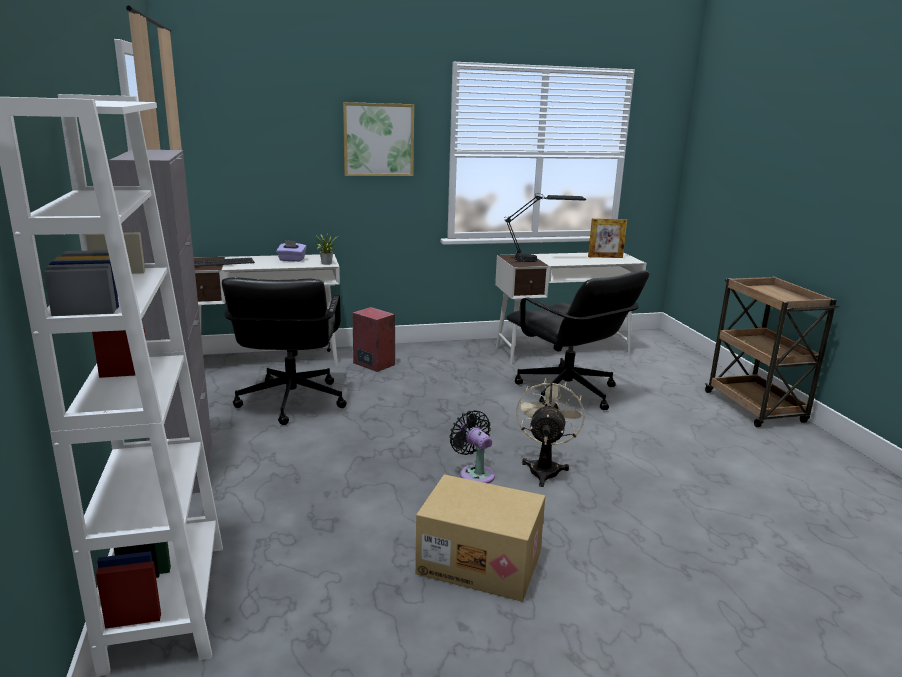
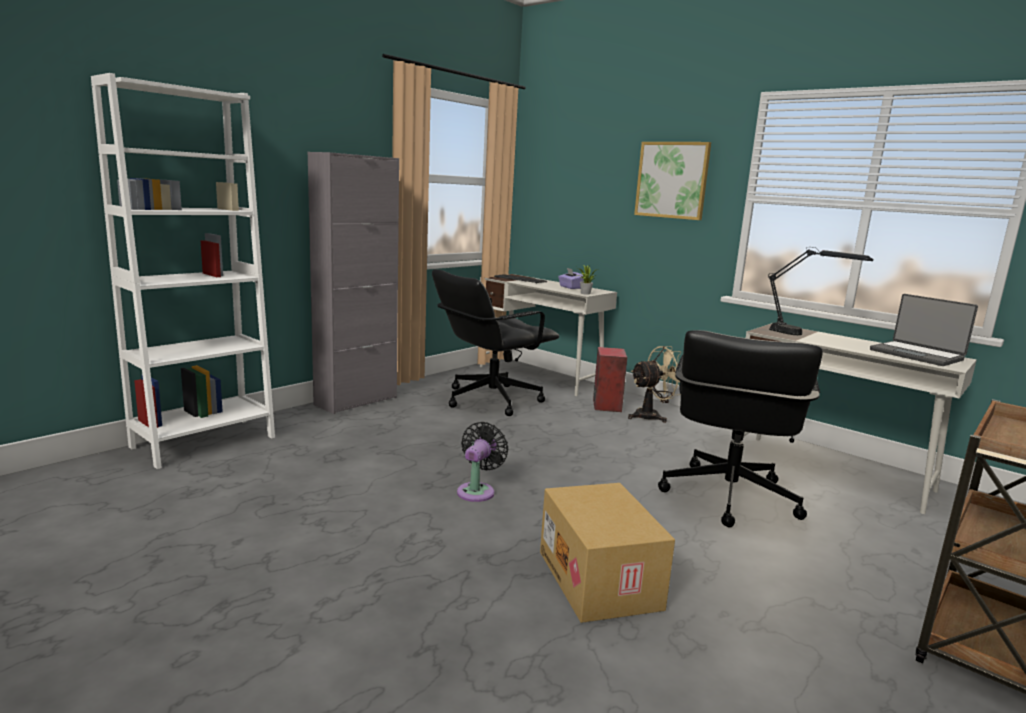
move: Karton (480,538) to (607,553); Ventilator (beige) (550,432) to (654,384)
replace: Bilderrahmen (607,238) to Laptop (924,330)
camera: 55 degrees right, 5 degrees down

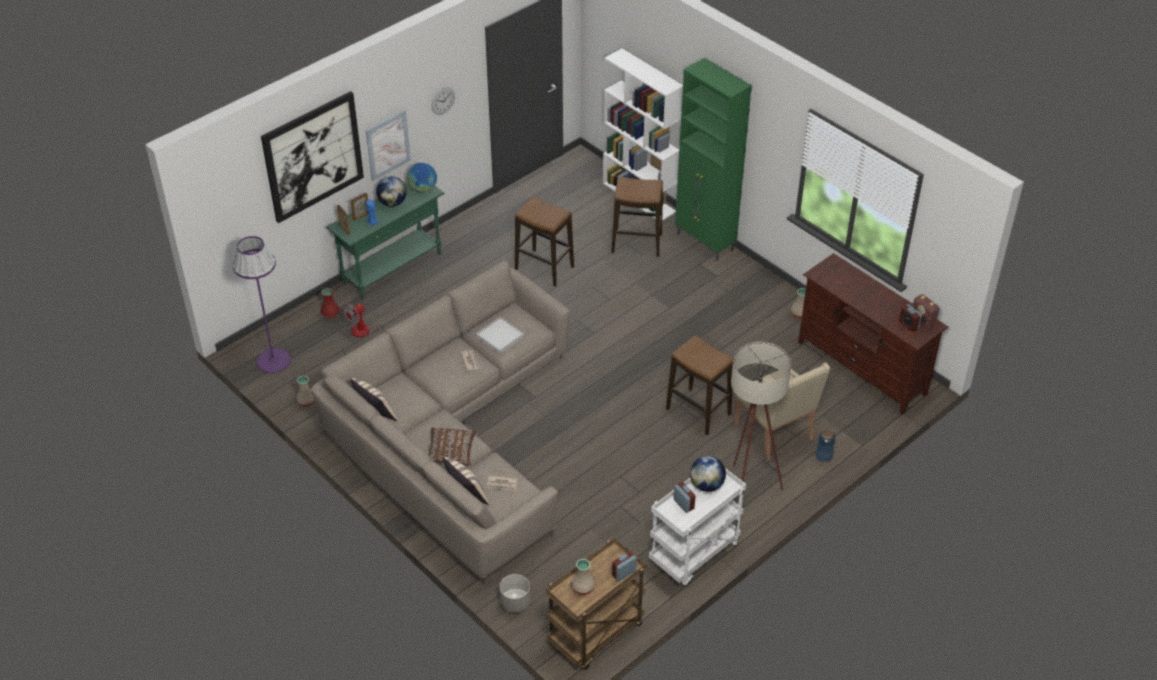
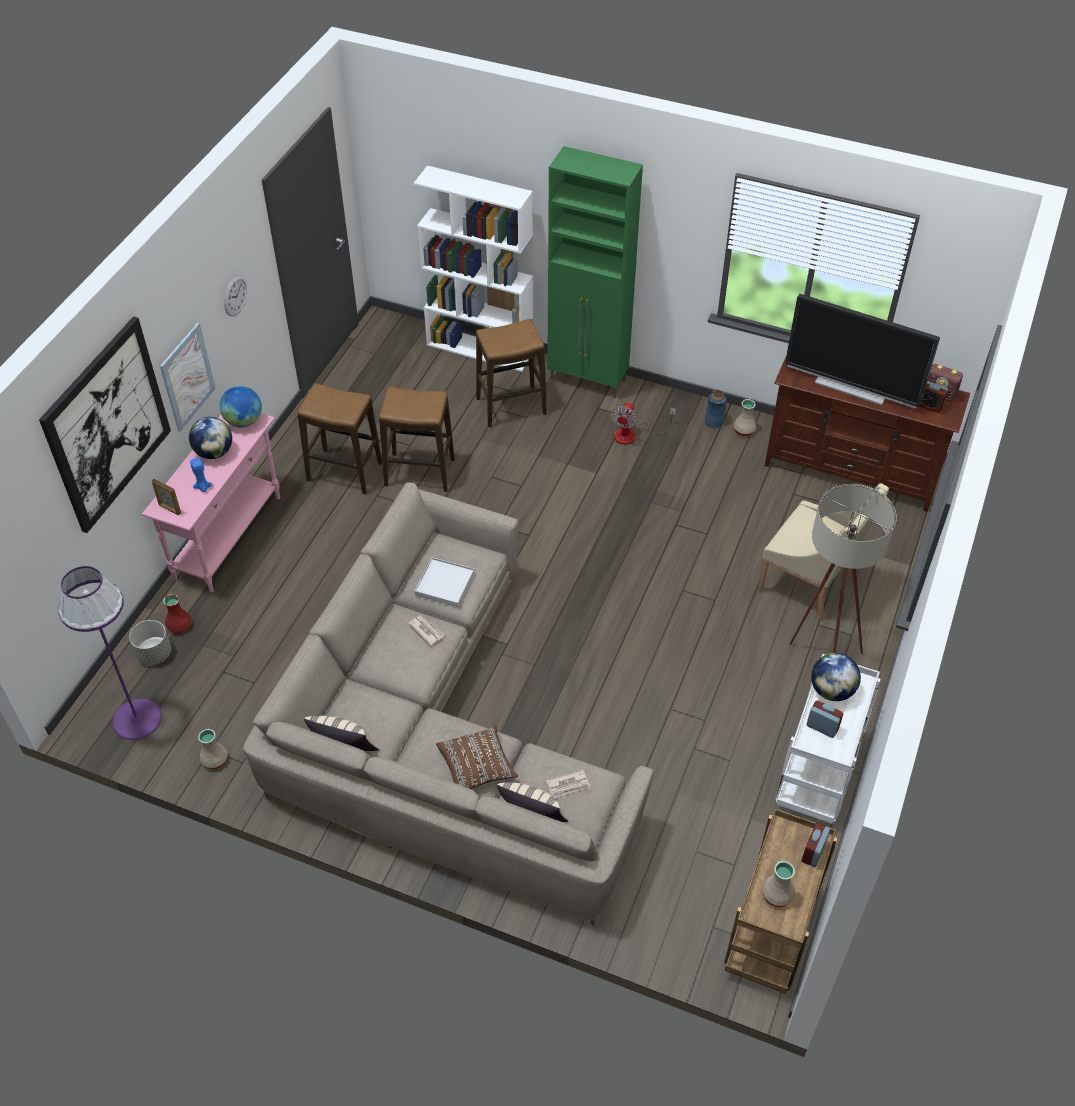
delete: Bilderrahmen (360,207)
insert: Fernseher (862,351)
move: Ventilator (372,320) to (643,423); Pflanzkübel (grau) (515,593) to (150,642); Hocker (699,385) to (339,439); Vase (blau) (825,445) to (715,409)
recolor: Konsolentisch (grün) (385,241) to Konsolentisch (rosa) (211,503)
camera: 25 degrees left, 5 degrees up

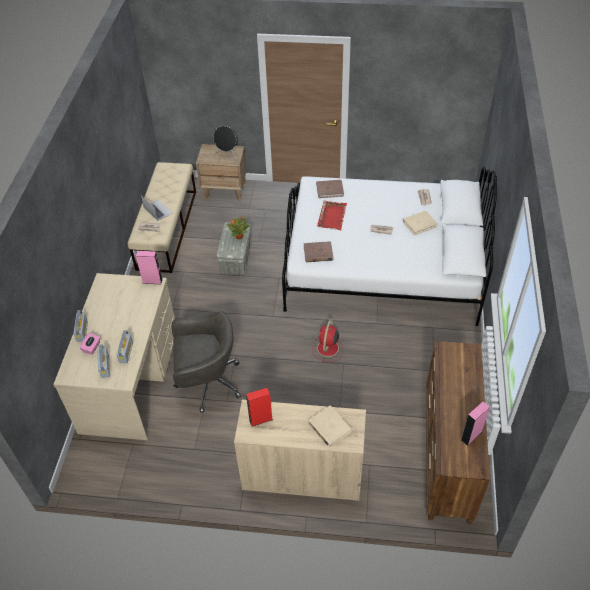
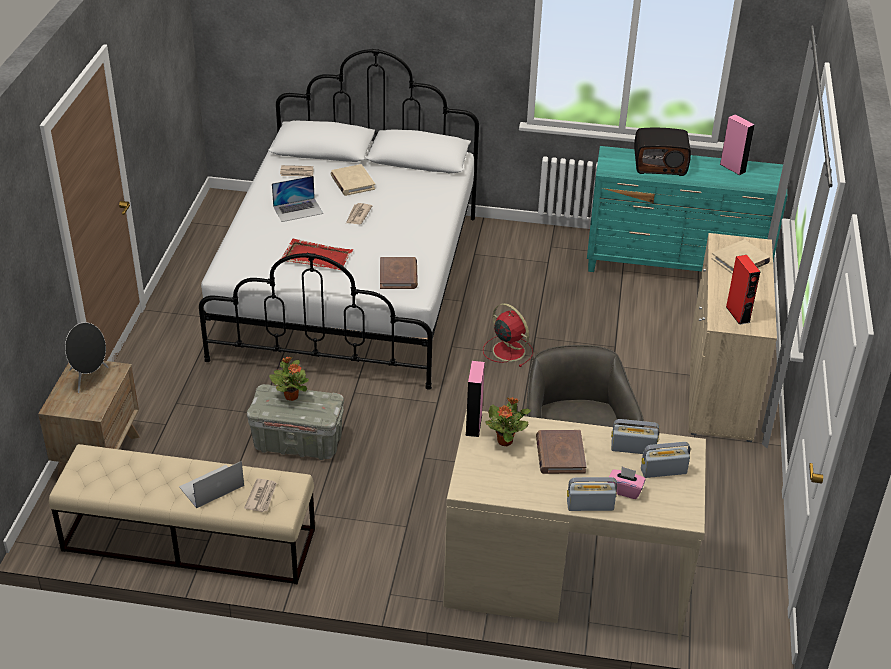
insert: Laptop (297,199); Topfpflanze (508,421); Radio (662,152)
move: Buch (braun) (330,189) to (561,452)
recolor: Kommode (braun) (458,432) to Kommode (türkis) (687,209)
rotate: Ventilator (rot) (327,340) = (508,335) 150 degrees counterclockwise
camera: 90 degrees left, 10 degrees down

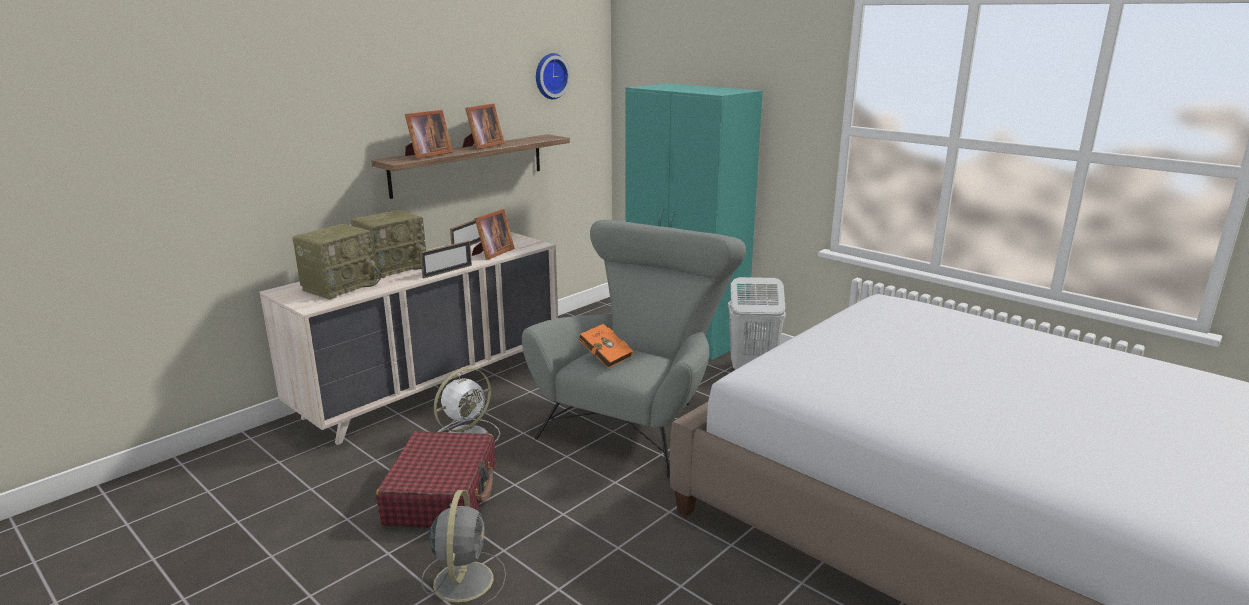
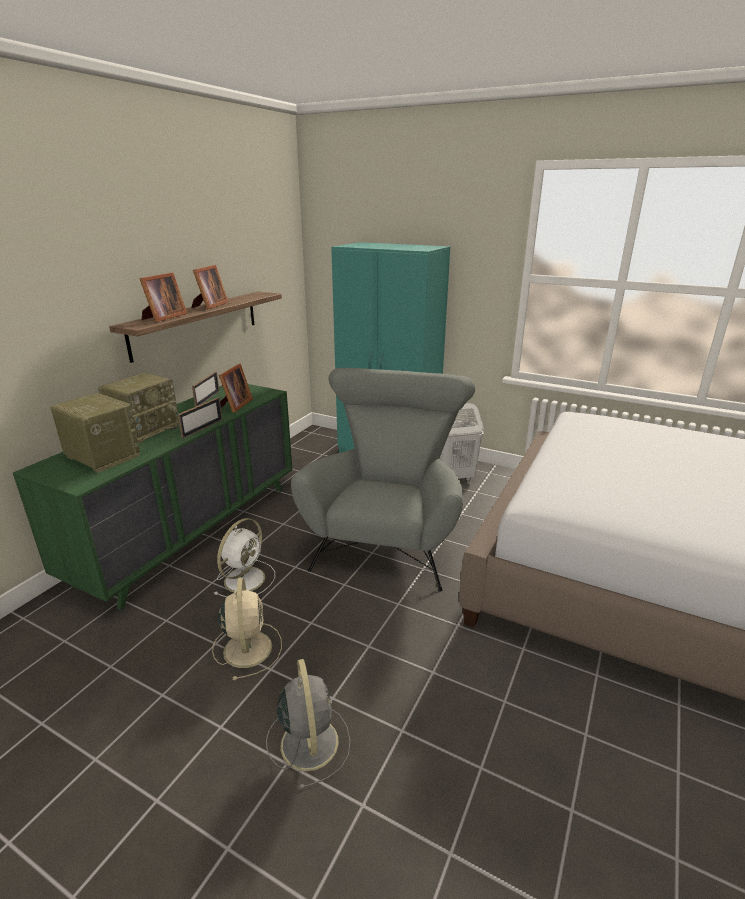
delete: Wanduhr (553,76); Buch (orange) (606,346)
replace: Koffer (rot) (435,479) to Ventilator (beige) (247,628)
recolor: Kommode (beige) (409,338) to Kommode (grün) (152,497)
rotate: Radio (337,262) = (95,433) 75 degrees counterclockwise
camera: 15 degrees left, 5 degrees up

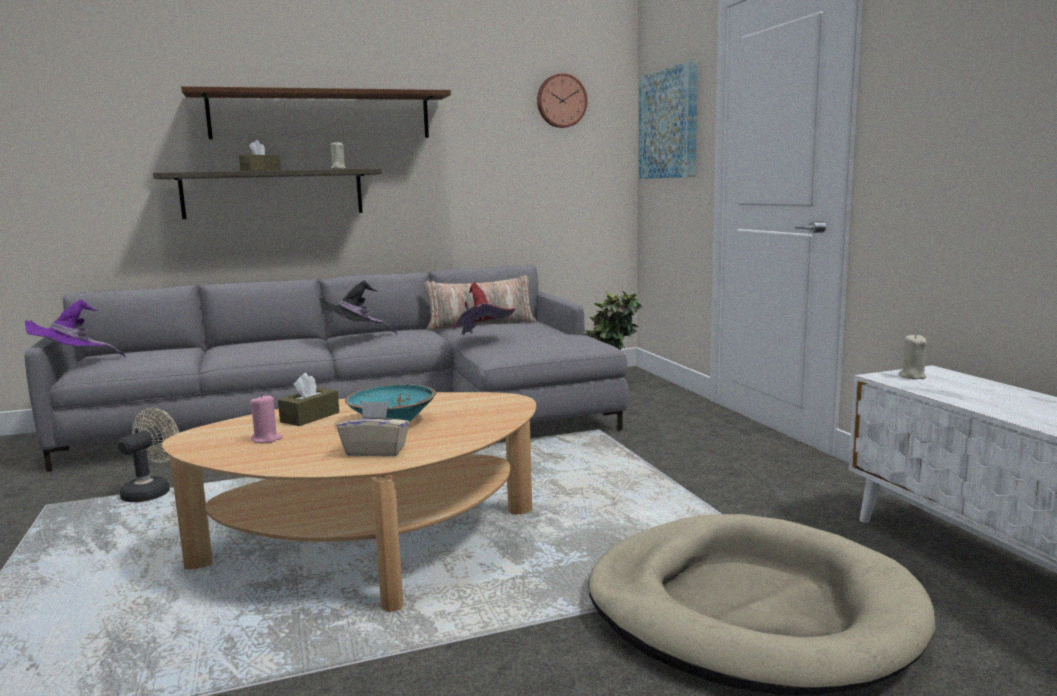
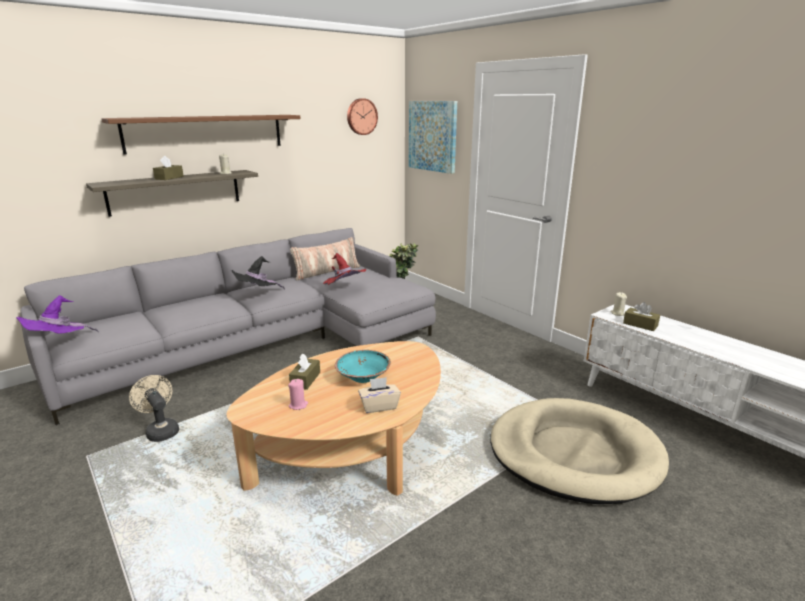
insert: Taschentuchbox (braun) (641,316)
rotate: Ventilator (beige) (148,455) = (154,408) 45 degrees counterclockwise
camera: 20 degrees left, 10 degrees up

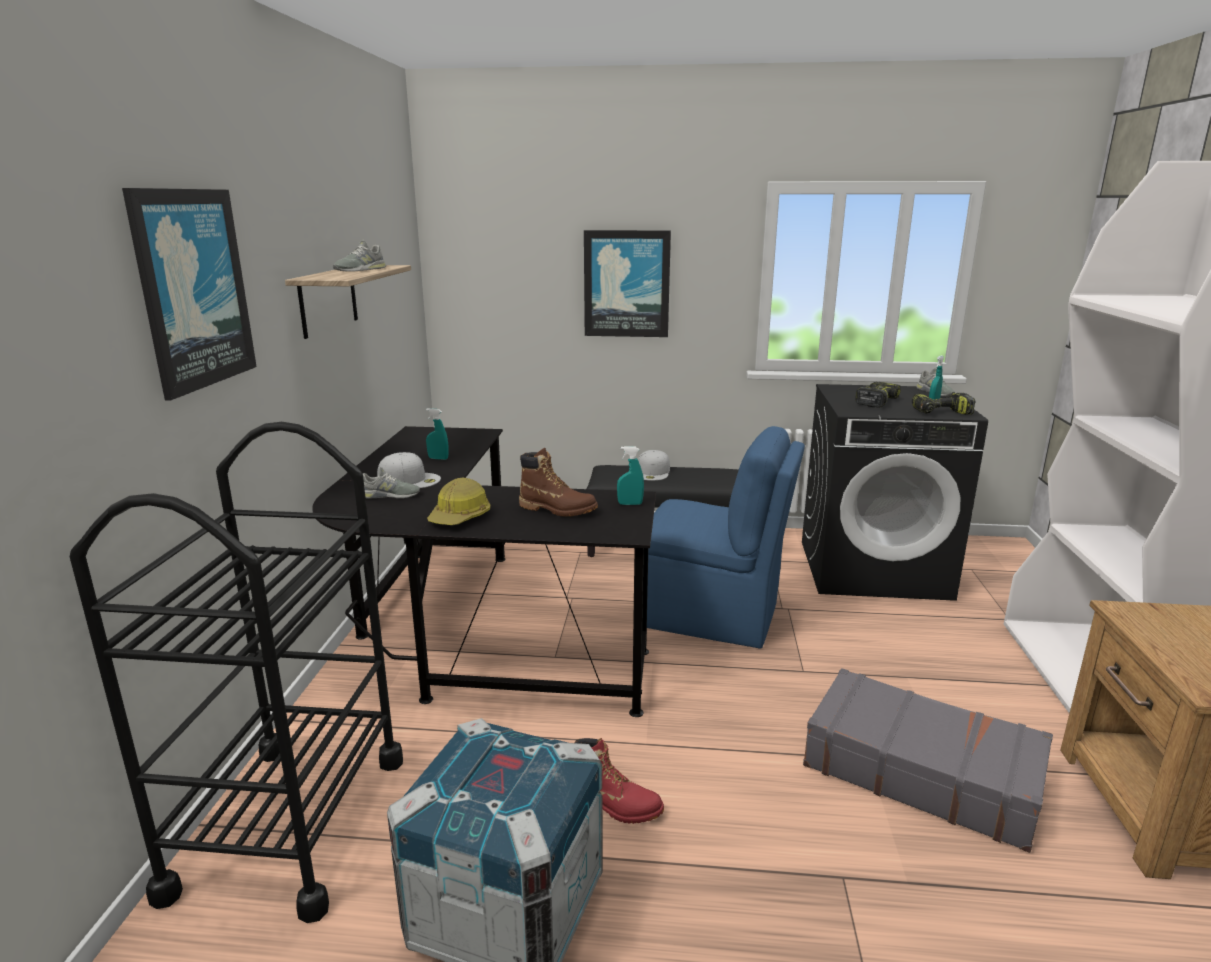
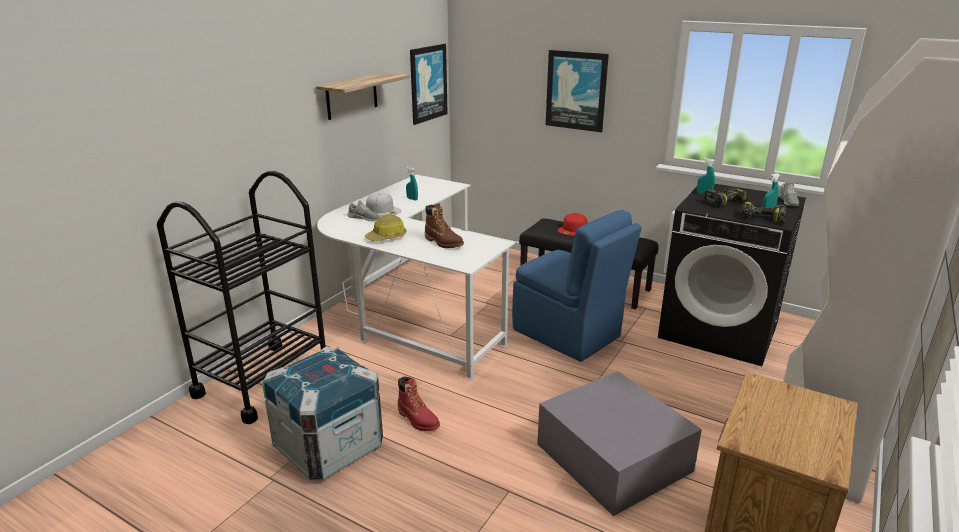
delete: Schuh (grau) (359,255)
move: Bild (189,294) to (429,84); Sprühflasche (türkis) (630,475) to (706,176)
replace: Koffer (grau) (928,760) to Aufbewahrungsbox (grau) (619,443)
recolor: Schreibtisch (schwarz) (484,571) to Schreibtisch (weiß) (416,277); Kappe (weiß) (654,465) to Kappe (rot) (572,224)
camera: 25 degrees right, 5 degrees up

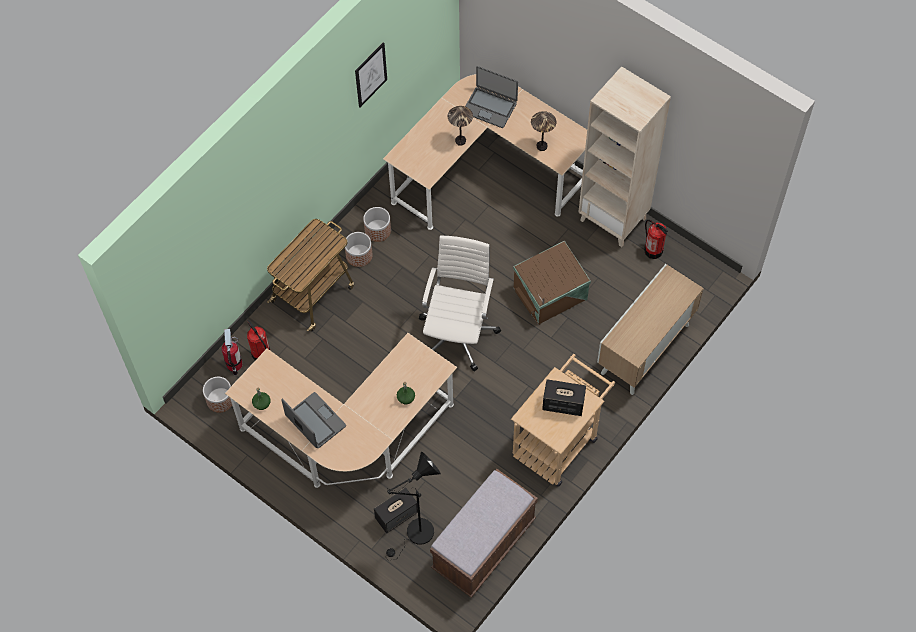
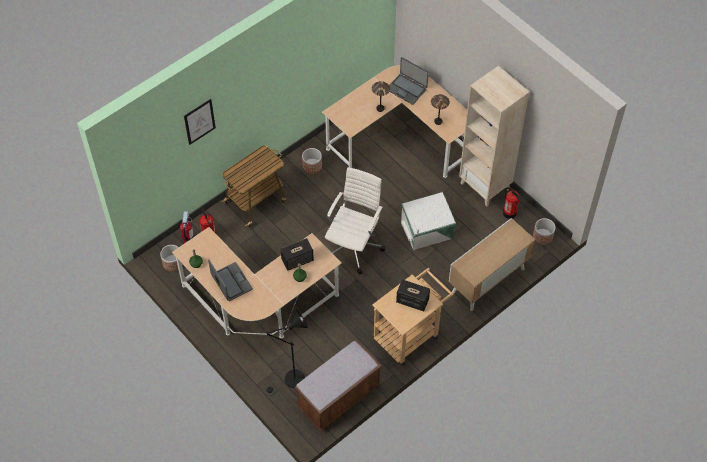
move: Pflanzkübel (359,249) to (544,231); Bild (371,74) to (200,122); Lautsprecher (396,510) to (297,254)
recolor: Aufbewahrungsbox (braun) (552,283) to Aufbewahrungsbox (weiß) (428,221)
camera: 10 degrees right, 5 degrees down

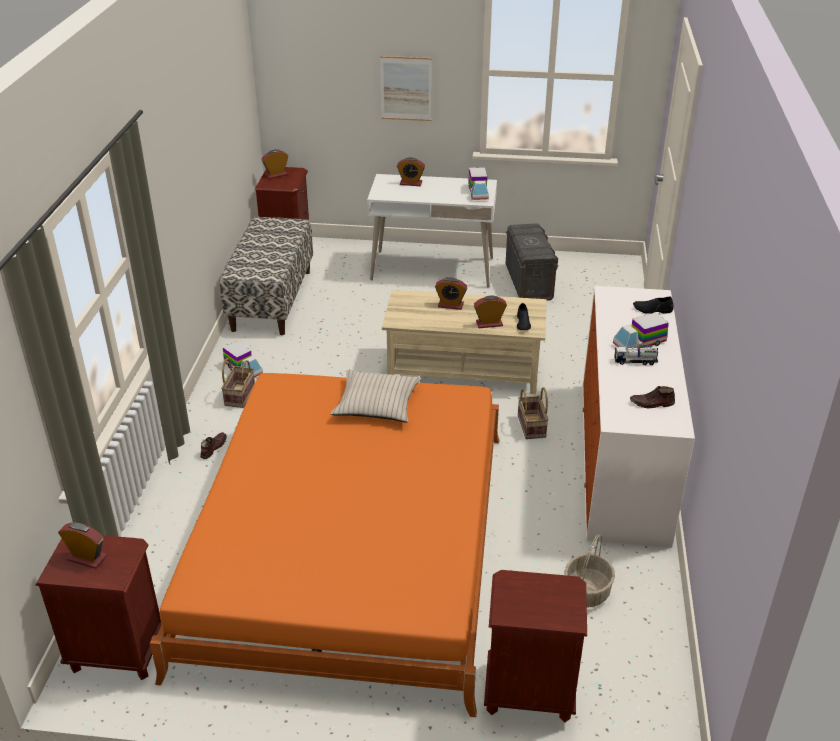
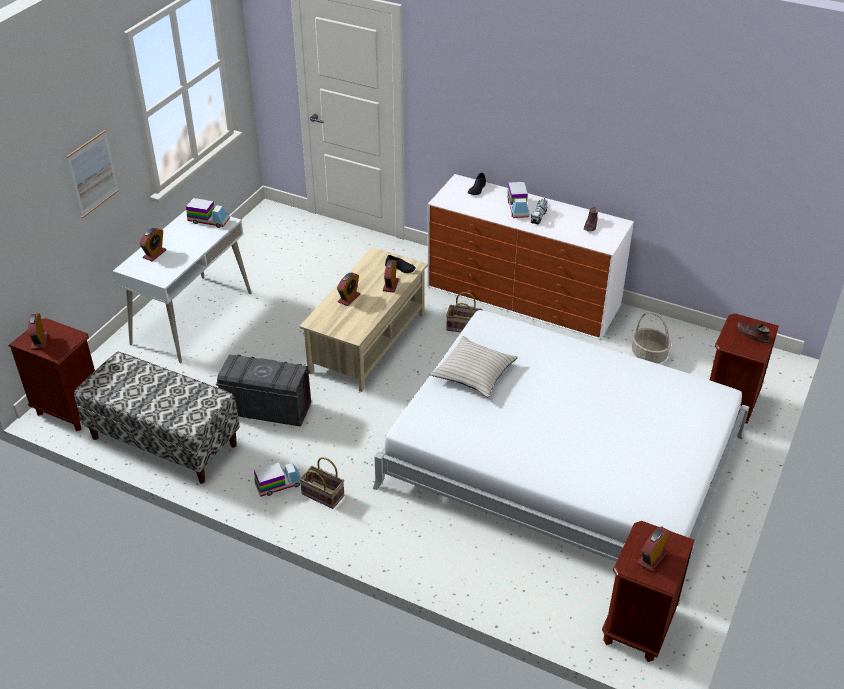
move: Schuh (braun) (213,445) to (753,333); Aufbewahrungsbox (grau) (532,262) to (263,390)
recolor: Bett (orange) (324,545) to Bett (weiß) (561,458)
camera: 70 degrees left, 5 degrees up

